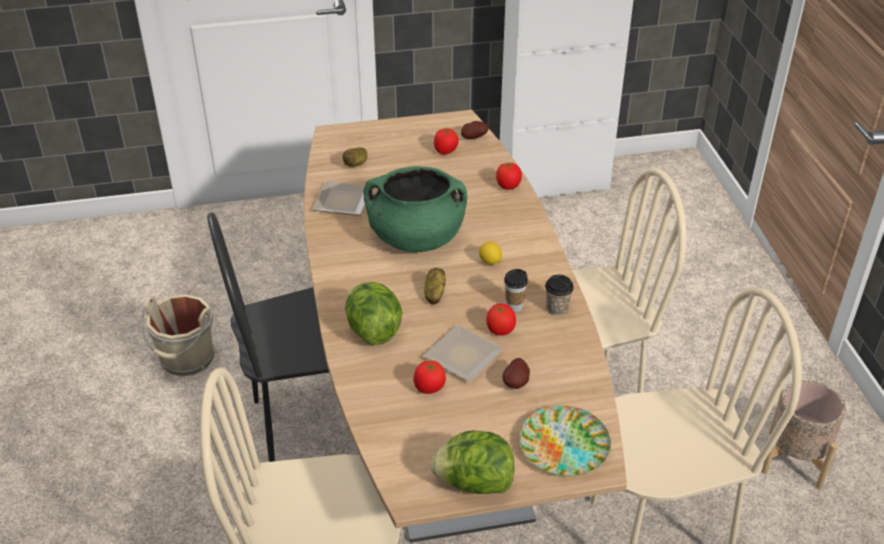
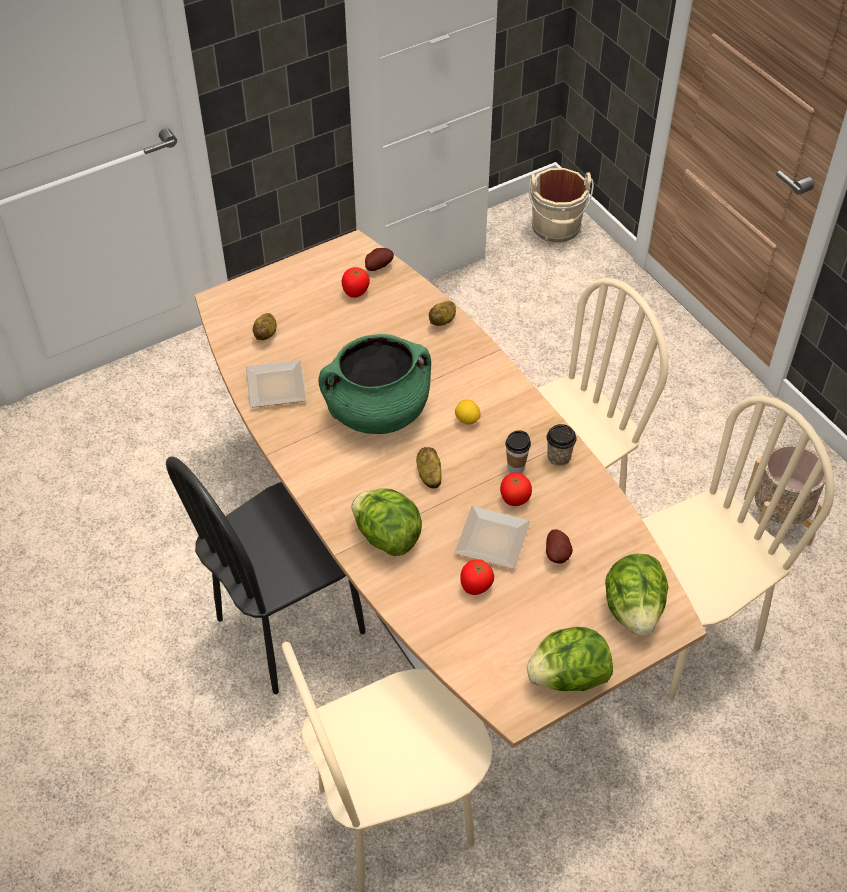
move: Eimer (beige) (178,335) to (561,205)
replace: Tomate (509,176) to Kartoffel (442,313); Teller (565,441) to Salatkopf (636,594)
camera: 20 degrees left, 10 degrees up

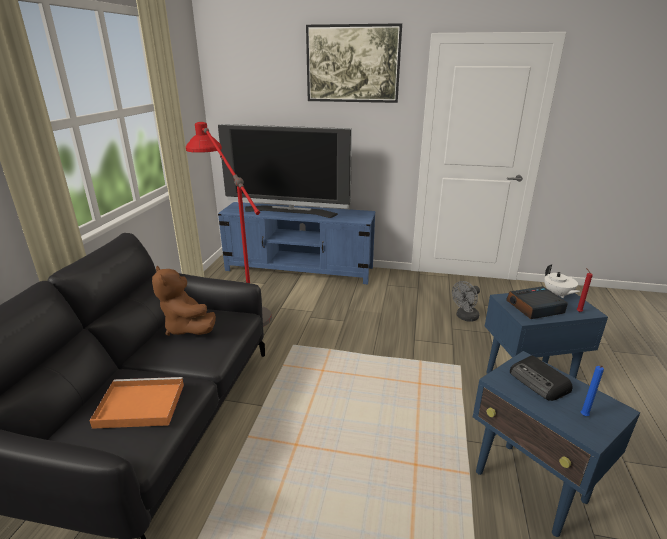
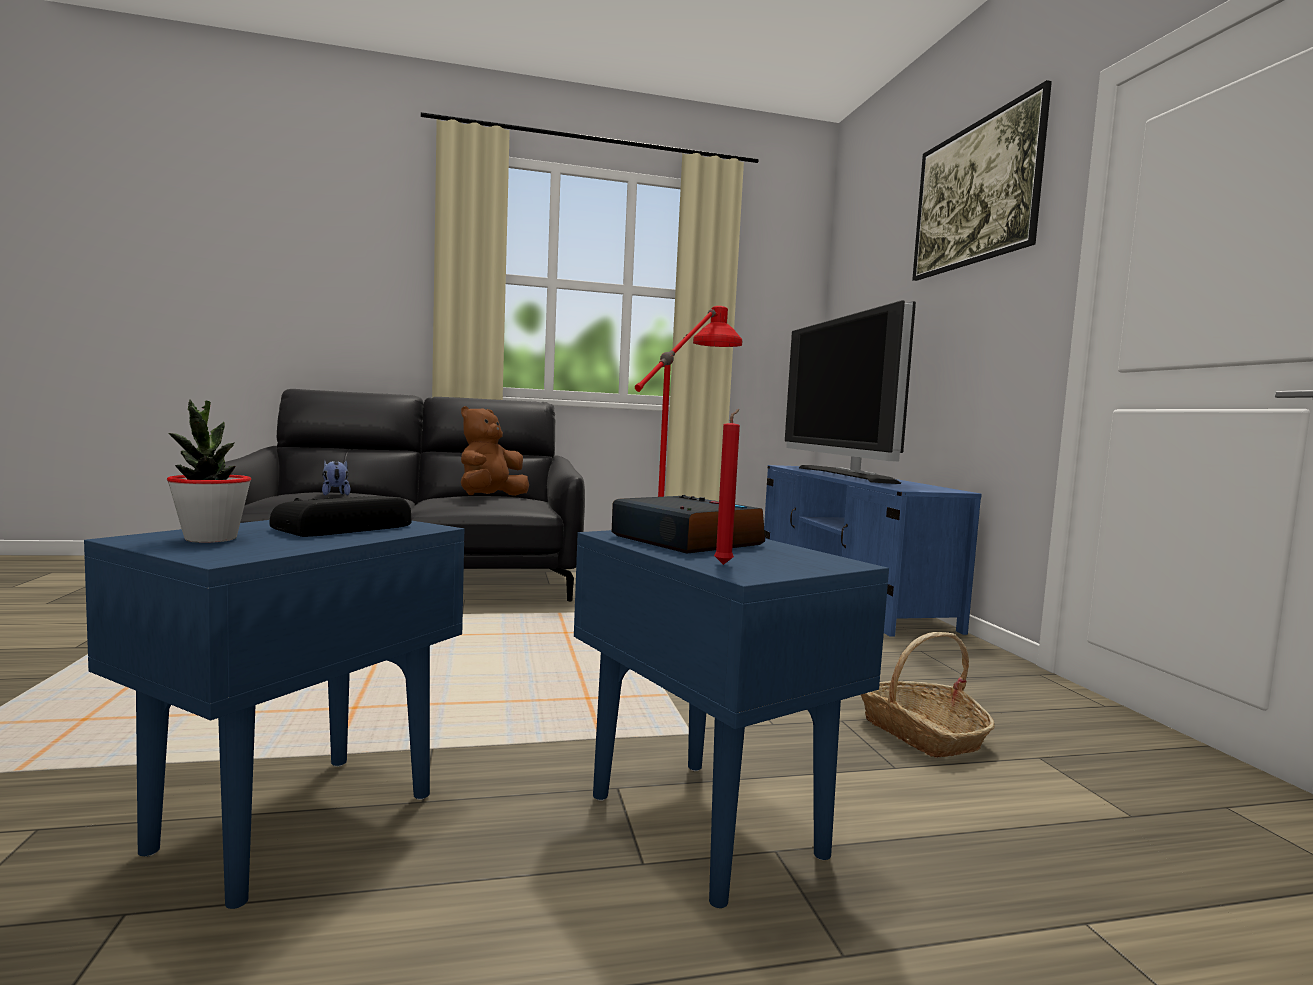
delete: Teekanne (weiß) (562,281)
replace: Tablett (orange) (136,403) to Plüschtier (336,478); Ventilator (grau) (466,301) to Korb (928,695); Kerze (blau) (592,391) to Topfpflanze (209,471)
camera: 65 degrees right, 20 degrees down

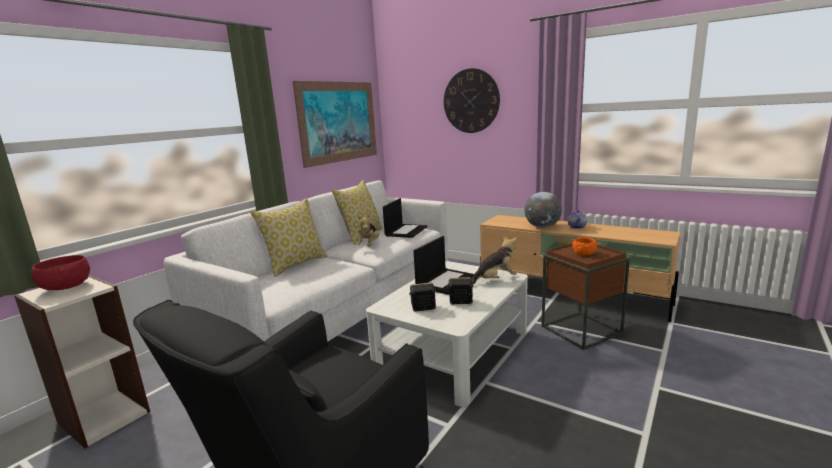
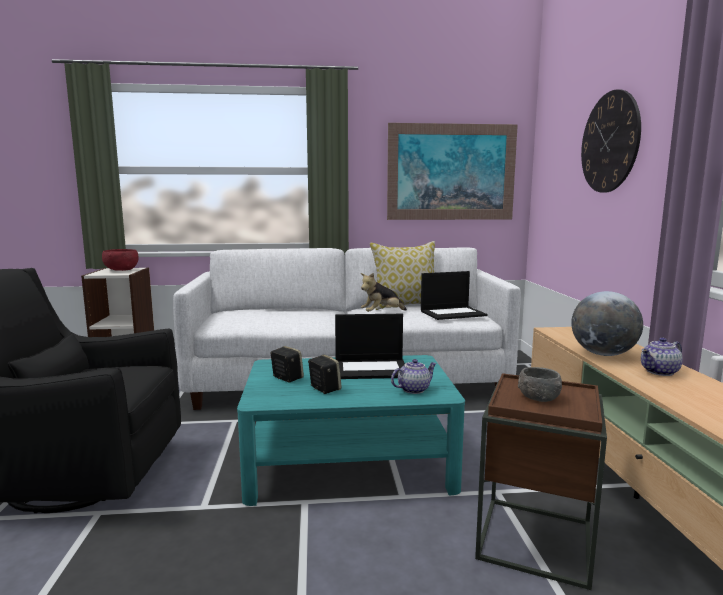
delete: Kissen (289,237)
replace: Plüschtier (494,260) to Teekanne (414,376)
recolor: Couchtisch (weiß) (447,334) to Couchtisch (türkis) (351,430); Schüssel (orange) (584,246) to Schüssel (grau) (540,384)
camera: 50 degrees right, 5 degrees down

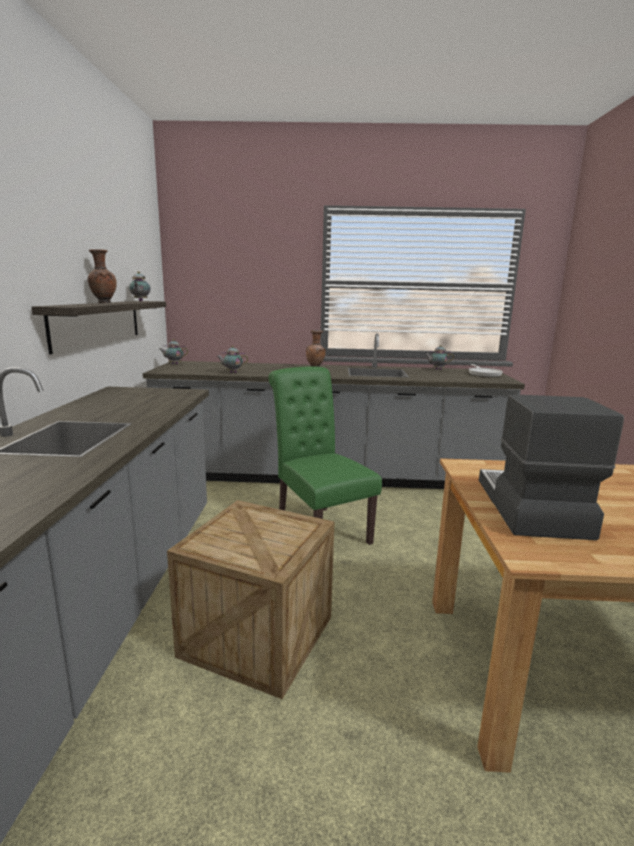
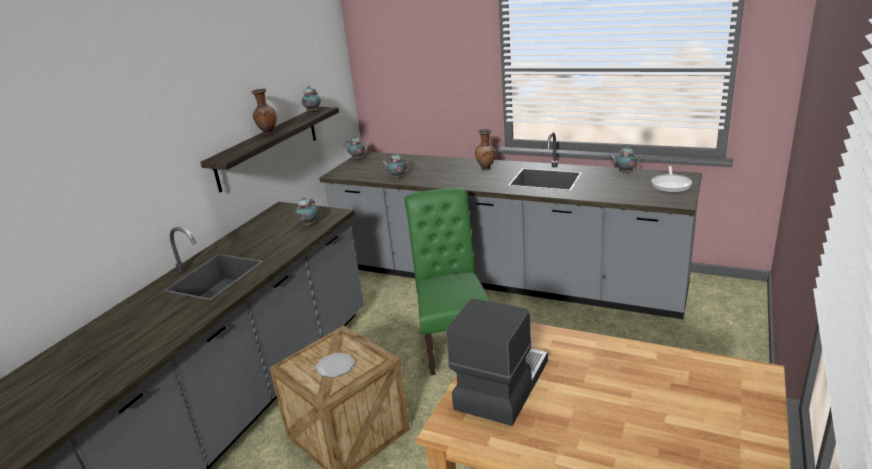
insert: Teekanne (307,211); Teller (335,365)
camera: 25 degrees right, 10 degrees up

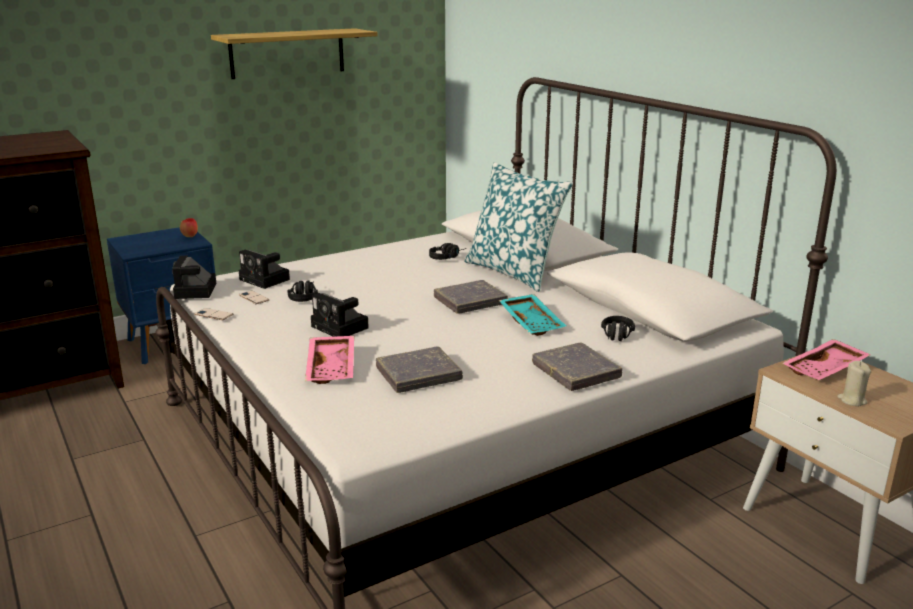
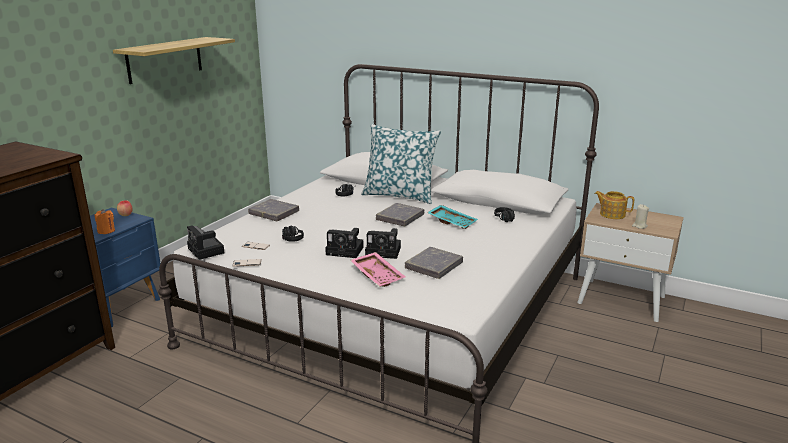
insert: Kerze (orange) (105,221)
move: Kamera (264,269) to (383,243); Buch (grau) (577,366) to (273,210)
replace: Tablett (rosa) (826,359) to Teekanne (614,205)
camera: 30 degrees left, 0 degrees up

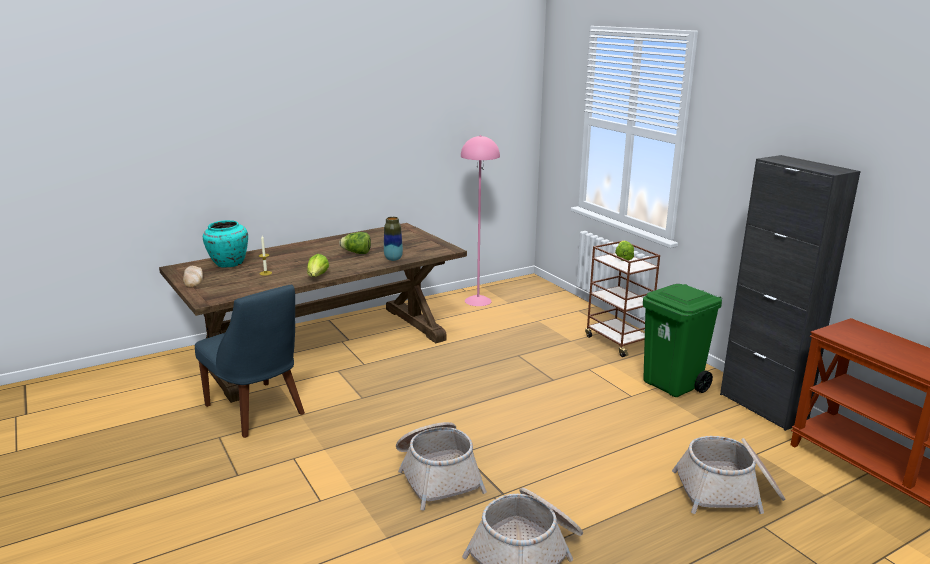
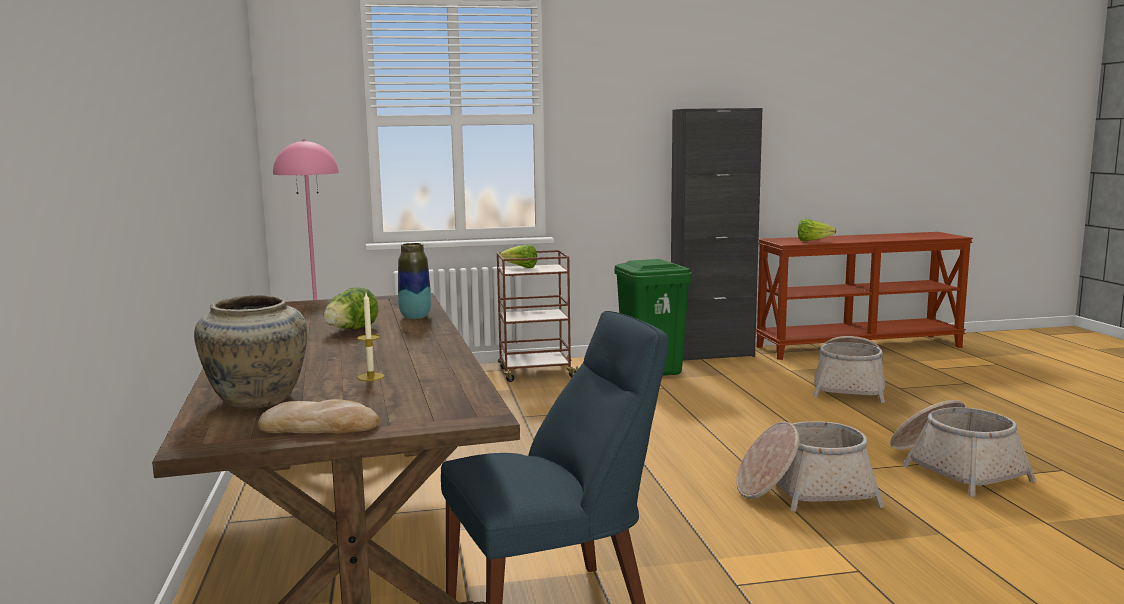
move: Salatkopf (318,265) to (817,230)
recolor: Vase (türkis) (225,244) to Vase (beige) (250,352)
camera: 70 degrees left, 10 degrees down

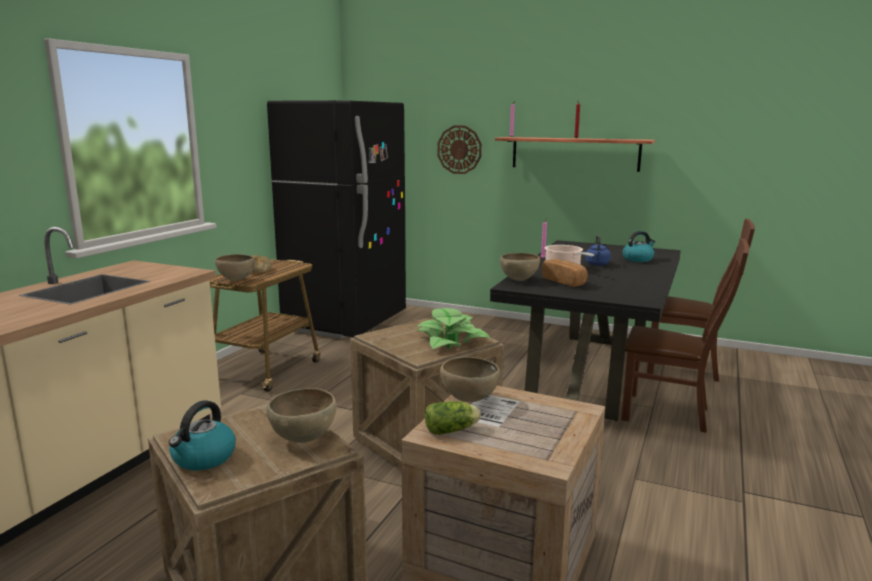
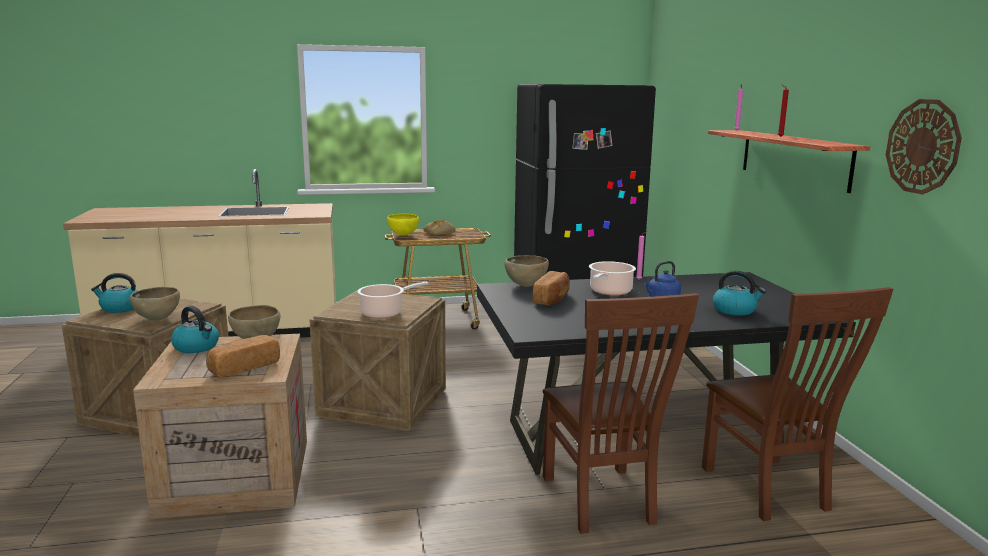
insert: Brot (243,356)
move: Wanduhr (459,150) to (924,147)
replace: Topfpflanze (454,328) to Kochtopf (393,300); Salatkopf (453,418) to Wasserkessel (195,329)
recolor: Schüssel (braun) (235,267) to Schüssel (gelb) (403,224)
camera: 55 degrees right, 0 degrees up

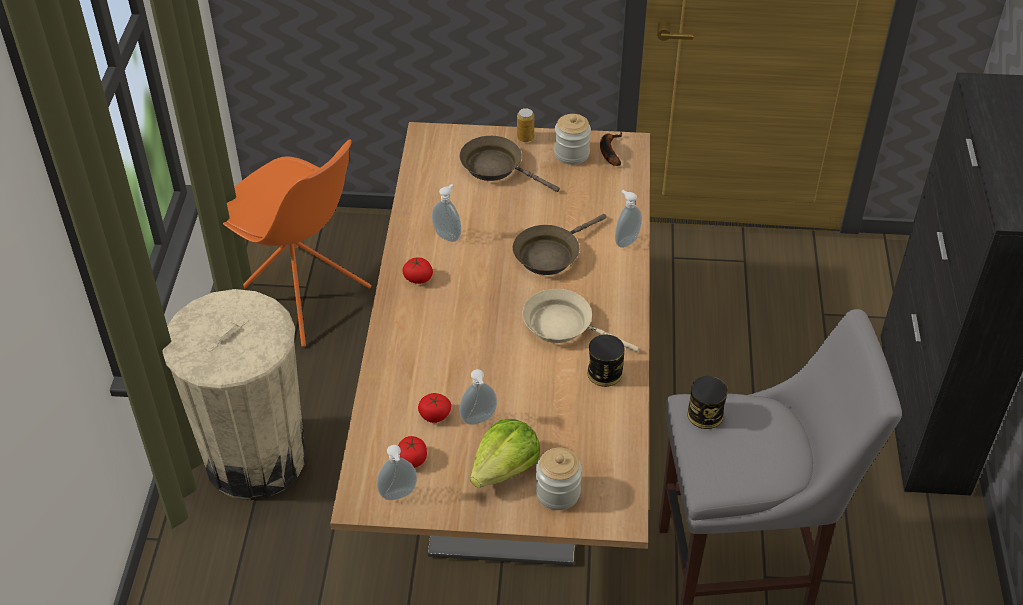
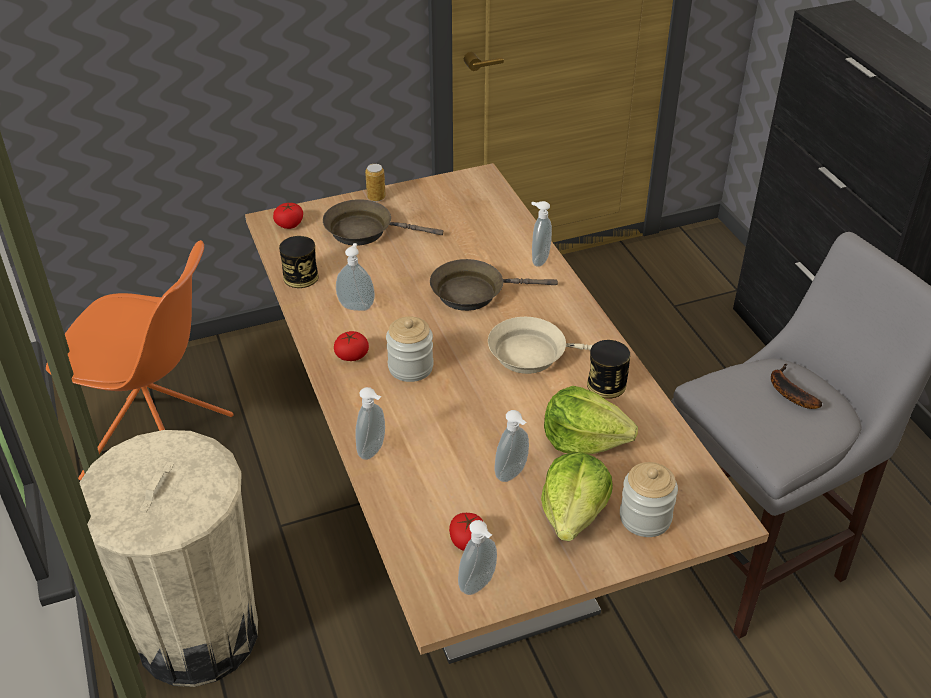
insert: Seifenspender (370,423); Salatkopf (591,420)
move: Tomate (434,408) to (288,216); Vorratsglas (572,139) to (410,349); Banane (611,149) to (796,386); Dose (707,402) to (299,262)
rotate: Pfanne (braun) (560,244) = (494,285) 60 degrees clockwise
camera: 25 degrees left, 5 degrees down

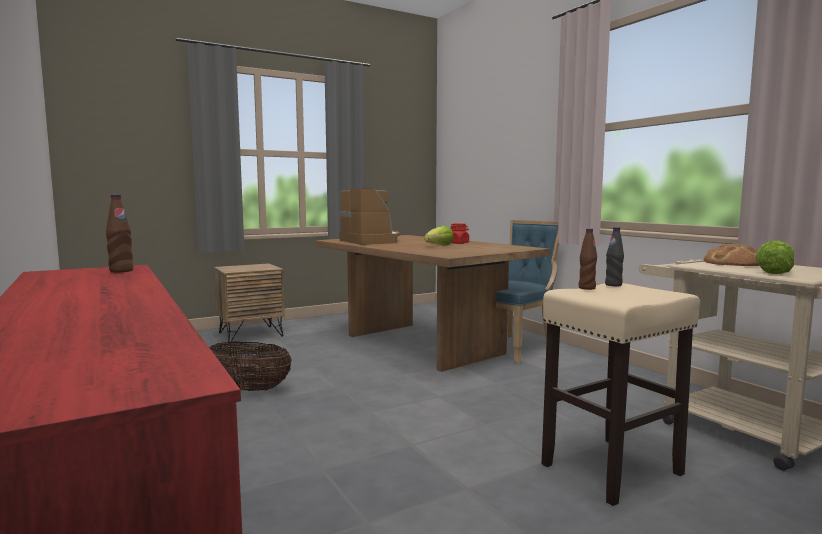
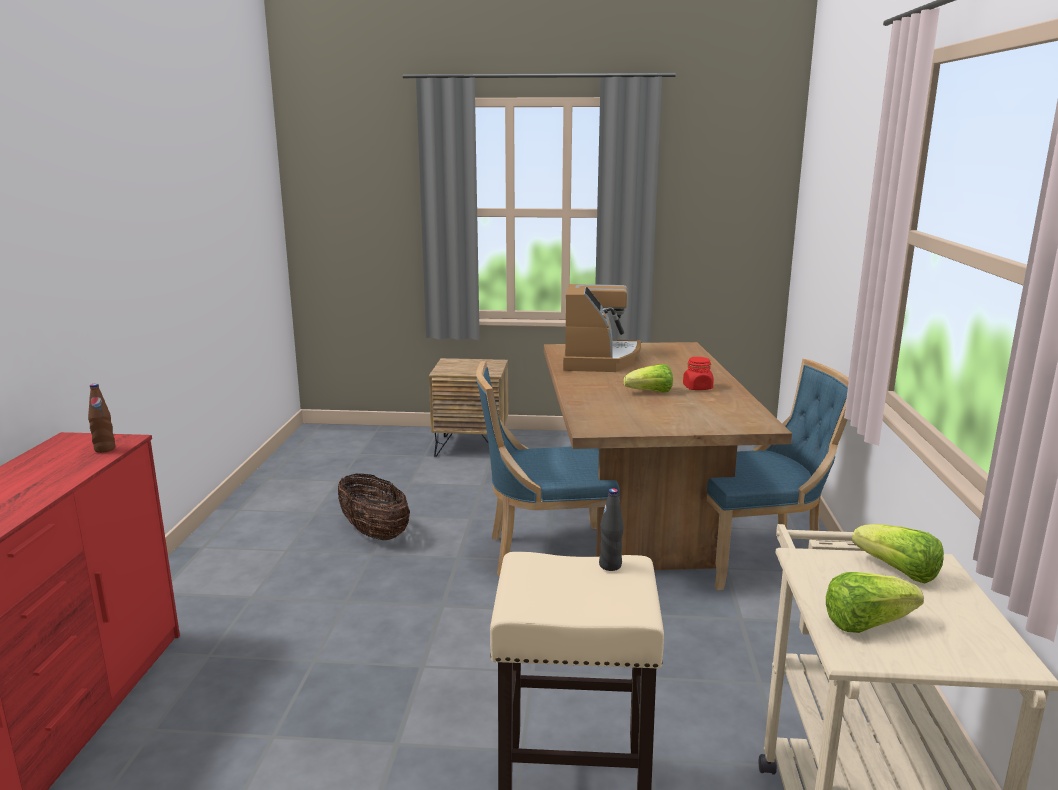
delete: Flasche (braun) (588,259)
insert: Stuhl (blau) (548,468)
replace: Brot (732,254) to Salatkopf (898,554)
camera: 35 degrees right, 10 degrees up

